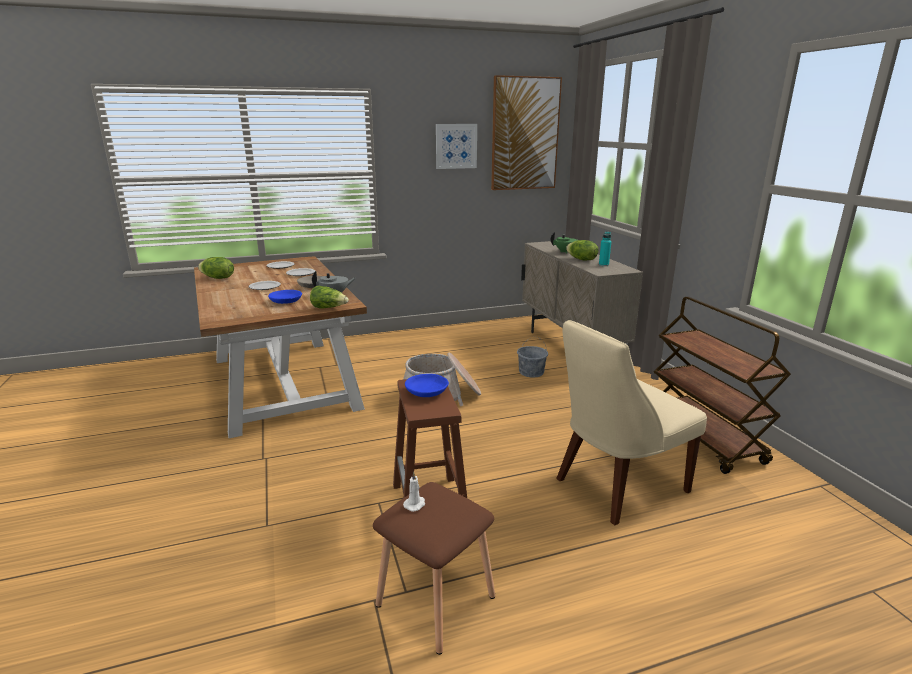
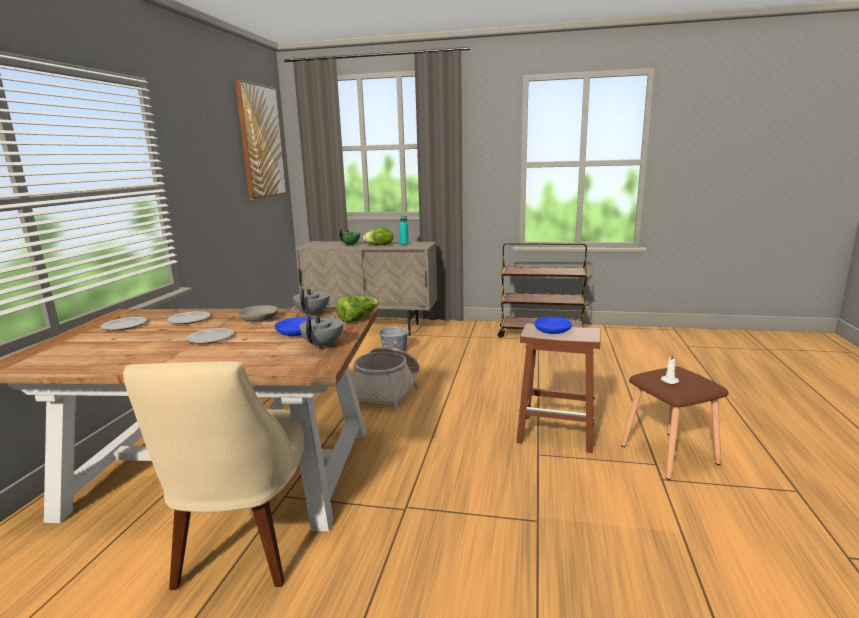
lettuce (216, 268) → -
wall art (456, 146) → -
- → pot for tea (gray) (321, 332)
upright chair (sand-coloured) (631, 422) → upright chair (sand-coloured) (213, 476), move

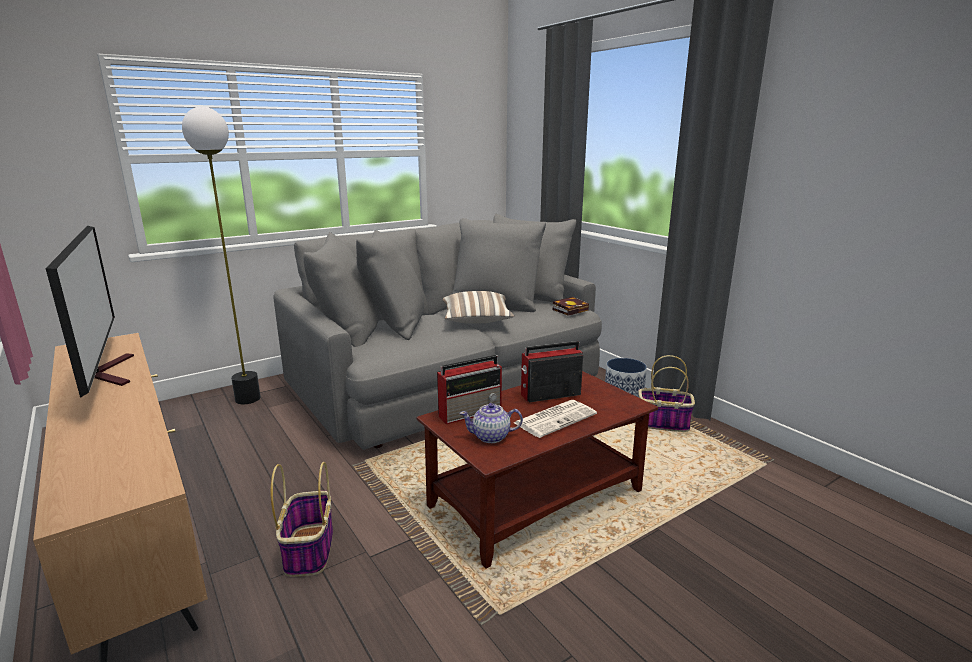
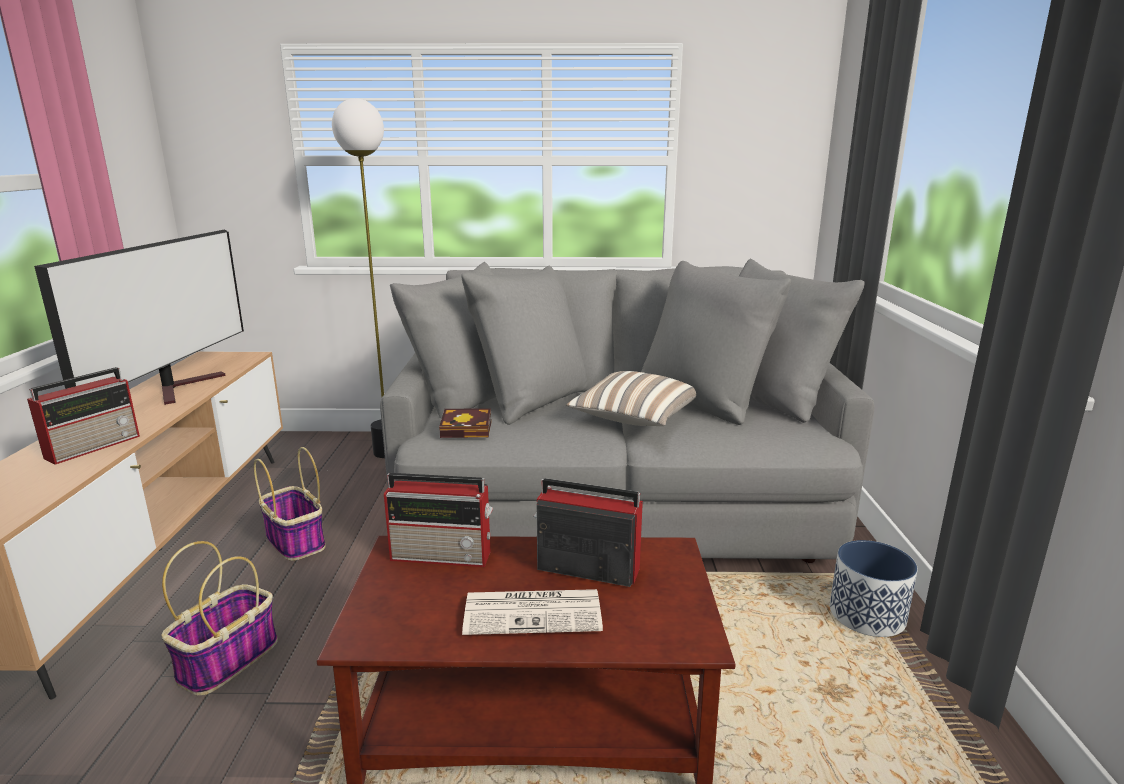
pot for tea (491, 423) → -
- → radio receiver (83, 416)
book (570, 306) → book (465, 423), move
household basket (666, 393) → household basket (290, 504), move

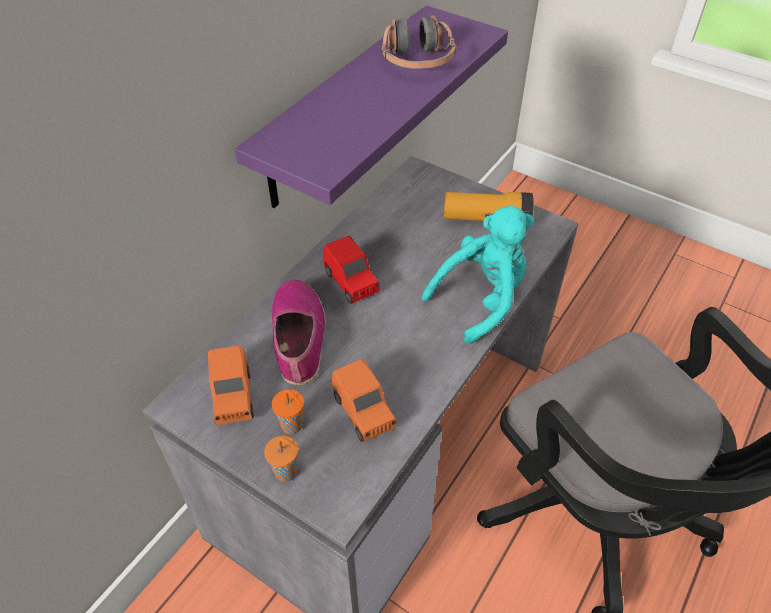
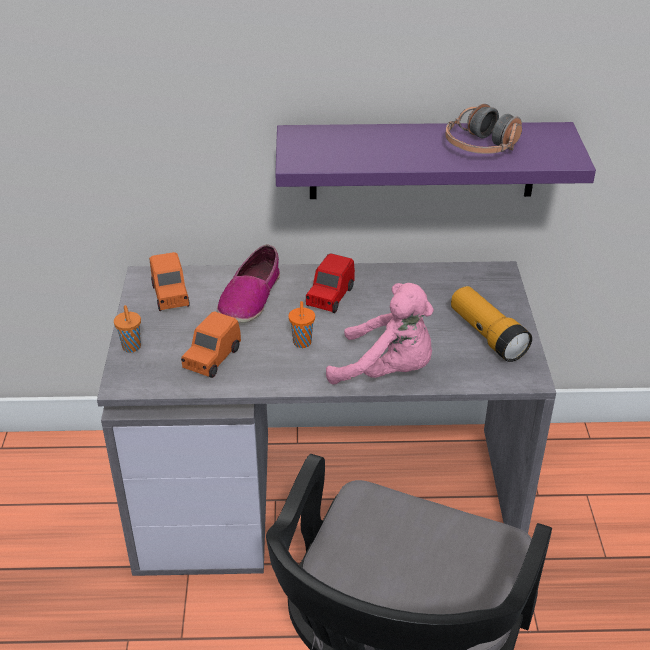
drinking cup (orange-coloured) (288, 411) → drinking cup (orange-coloured) (302, 324), move
soft toy (turquoise) (478, 275) → soft toy (pink-coloured) (380, 334)
toy car (orange-coloured) (231, 385) → toy car (orange-coloured) (169, 281), 60 degrees counterclockwise
item of footwear (298, 332) → item of footwear (248, 284), 150 degrees clockwise

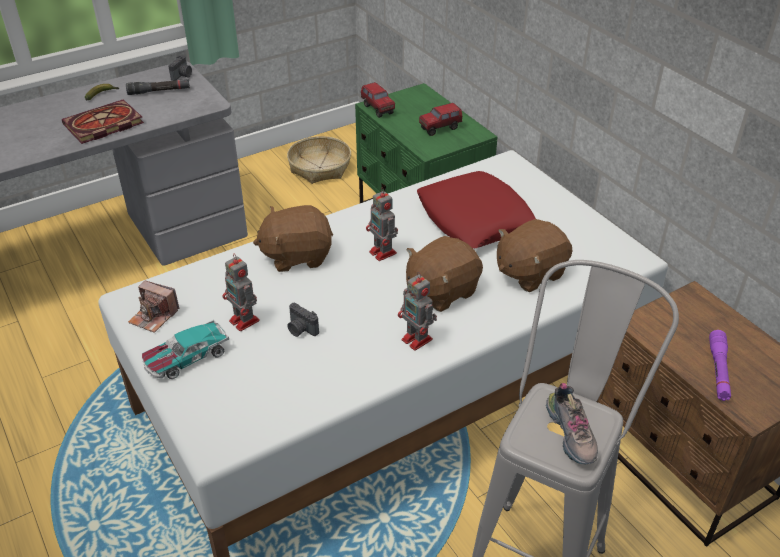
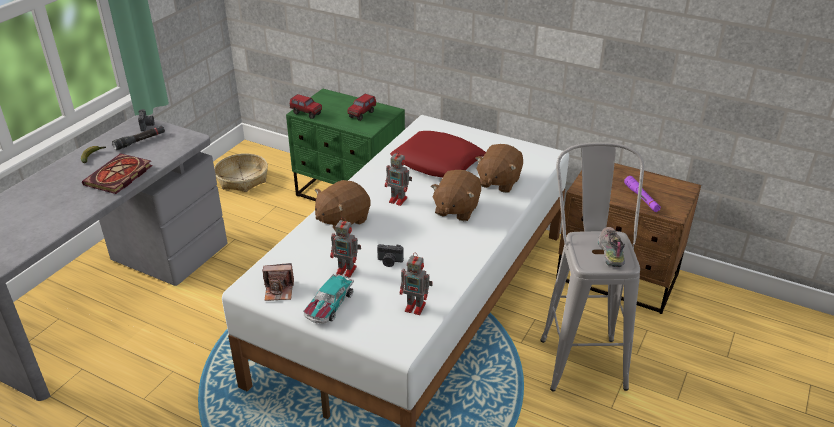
robot figure (417, 311) → robot figure (416, 283), move
item of footwear (572, 423) → item of footwear (611, 247), 135 degrees counterclockwise

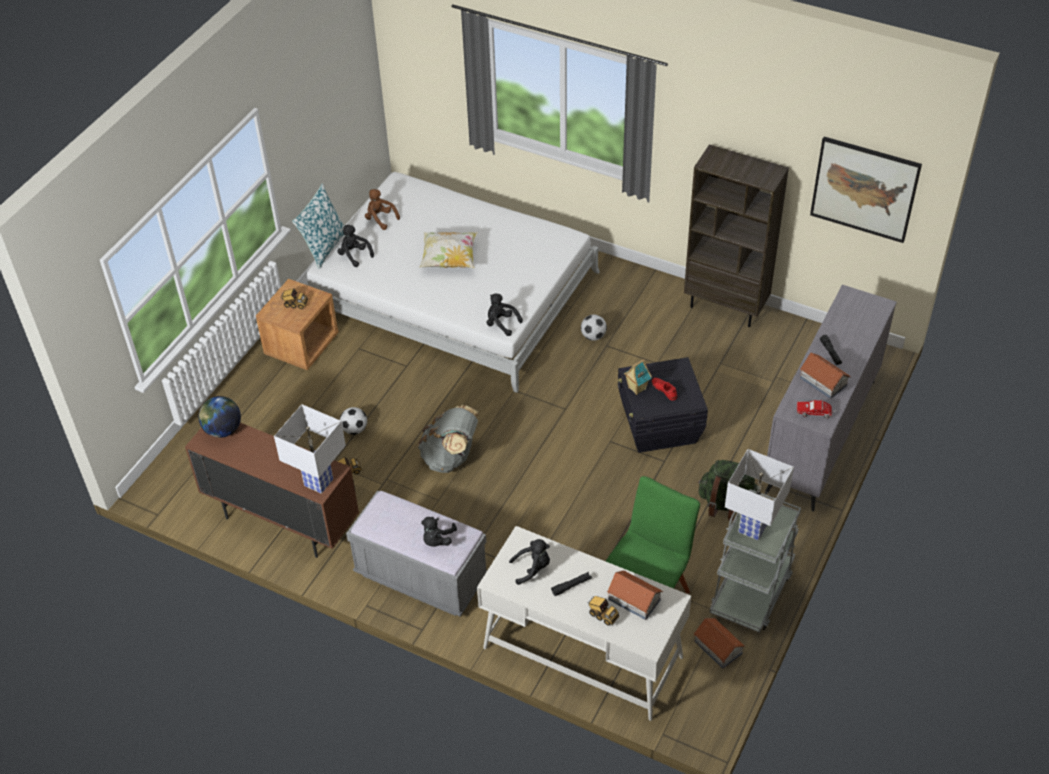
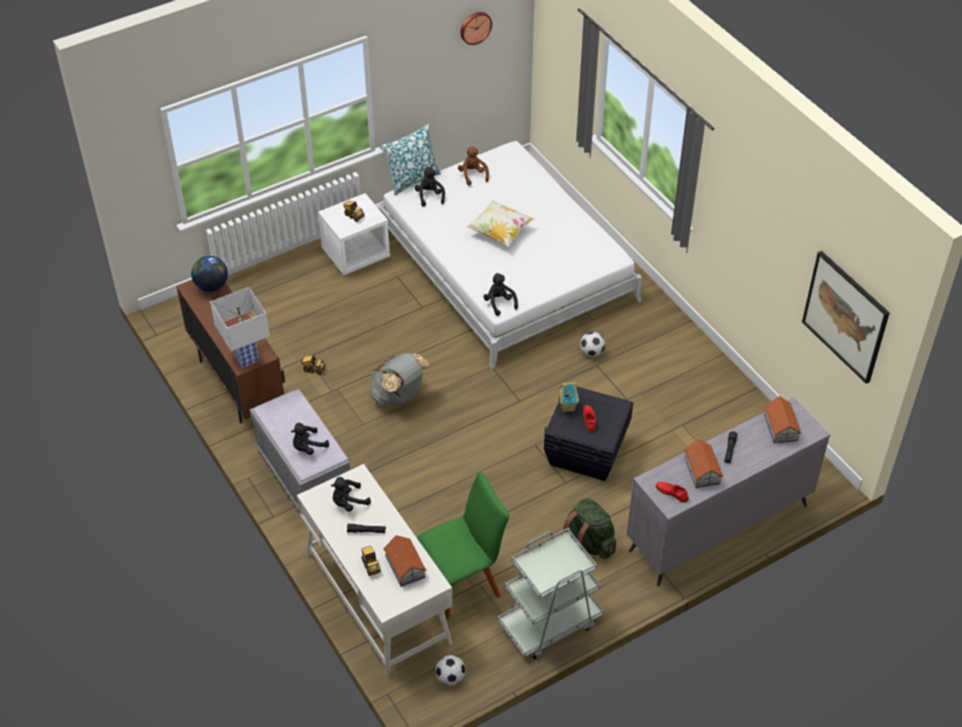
shelving unit (brownish) (736, 235) → -
lamp for a table (whitish) (759, 494) → -
- → hanging clock (476, 28)
football ball (353, 421) → football ball (451, 670), move
miniature house (719, 643) → miniature house (782, 420), move
model truck (816, 409) → item of footwear (reddish) (672, 492)
nightstand (brownish) (297, 324) → nightstand (whitish) (354, 234)
soft toy (blackish) (529, 562) → soft toy (blackish) (351, 494), 135 degrees clockwise

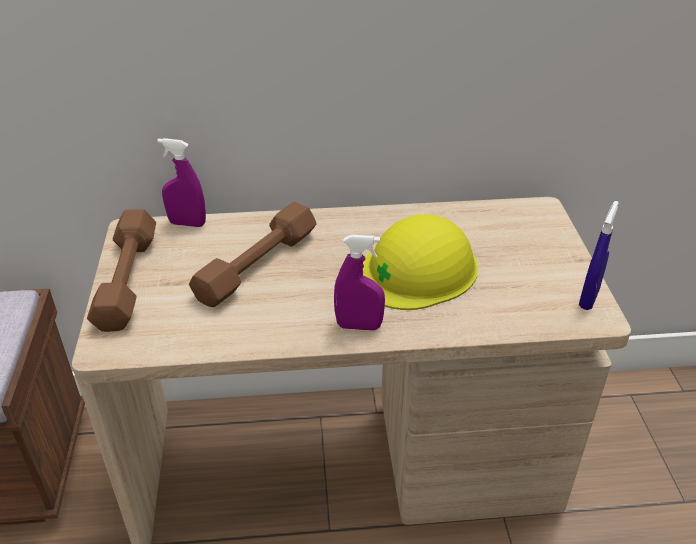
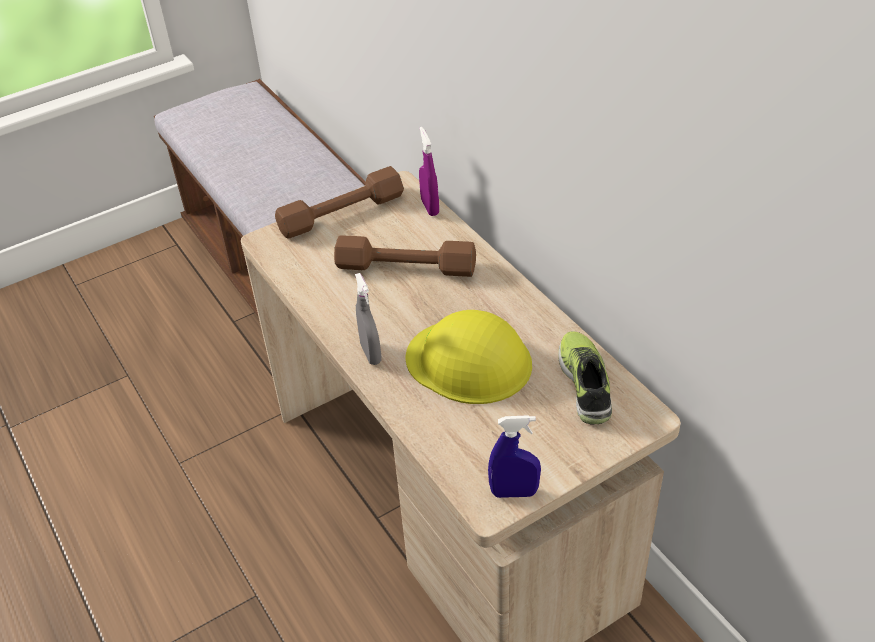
- → item of footwear (585, 378)
sprayer (purple-coloured) (359, 283) → sprayer (gray) (368, 319)

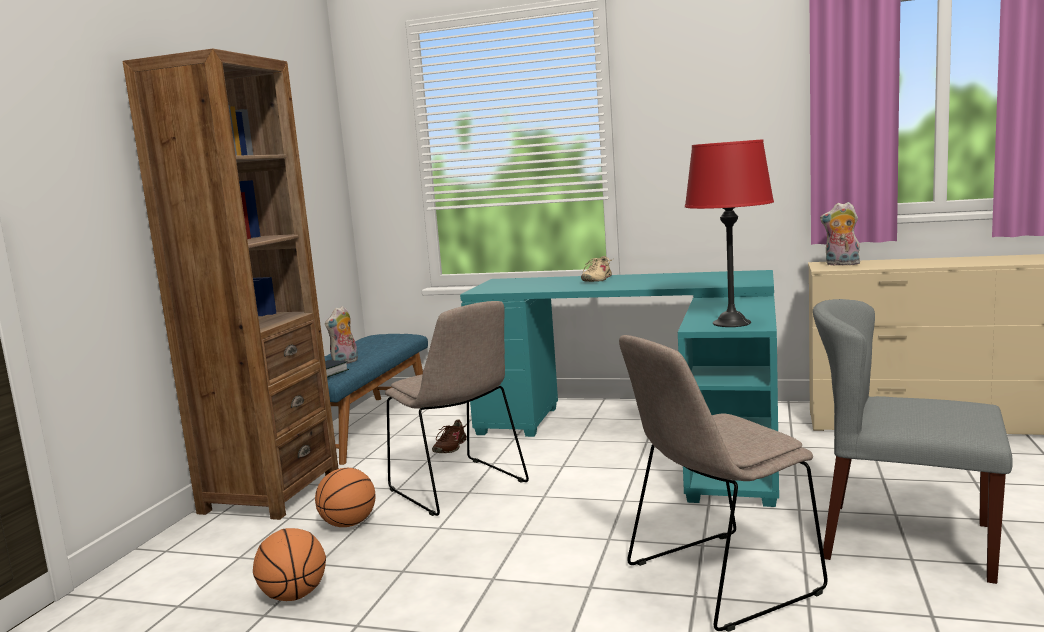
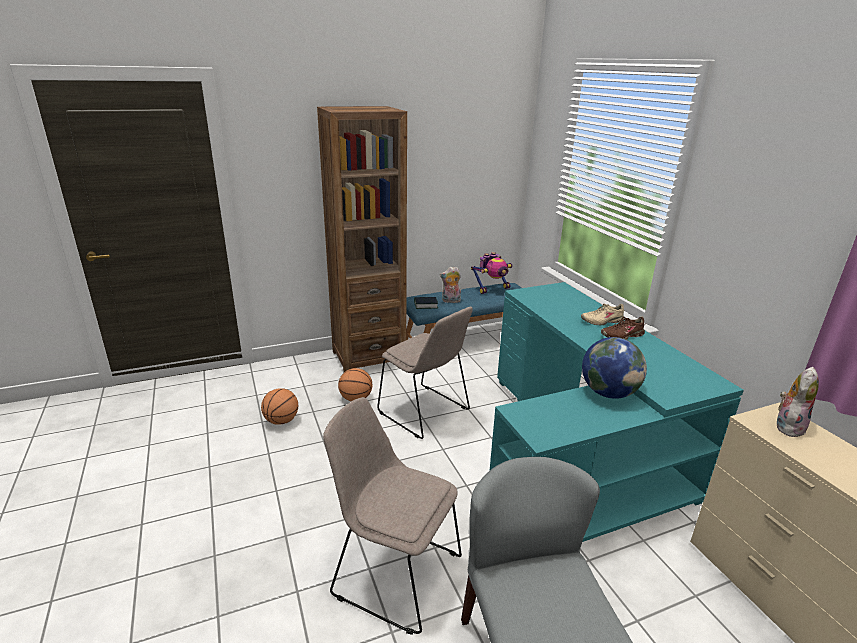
lamp for a table (reddish) (729, 233) → -
- → robot figure (491, 273)
- → desk globe (614, 368)
item of footwear (brownish) (449, 436) → item of footwear (brownish) (623, 328), move
upright chair (sand-coloured) (457, 408) → upright chair (sand-coloured) (425, 372), 60 degrees counterclockwise
soft toy (840, 234) → soft toy (797, 402), 60 degrees clockwise

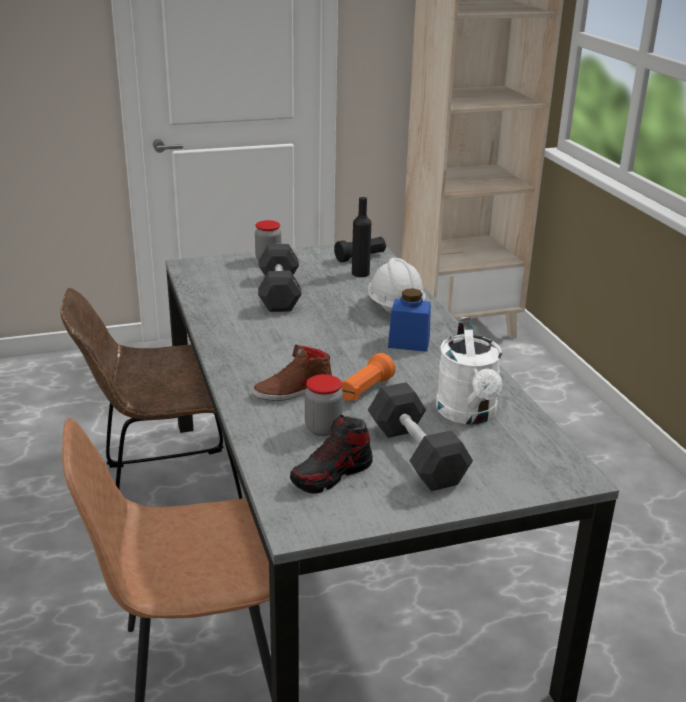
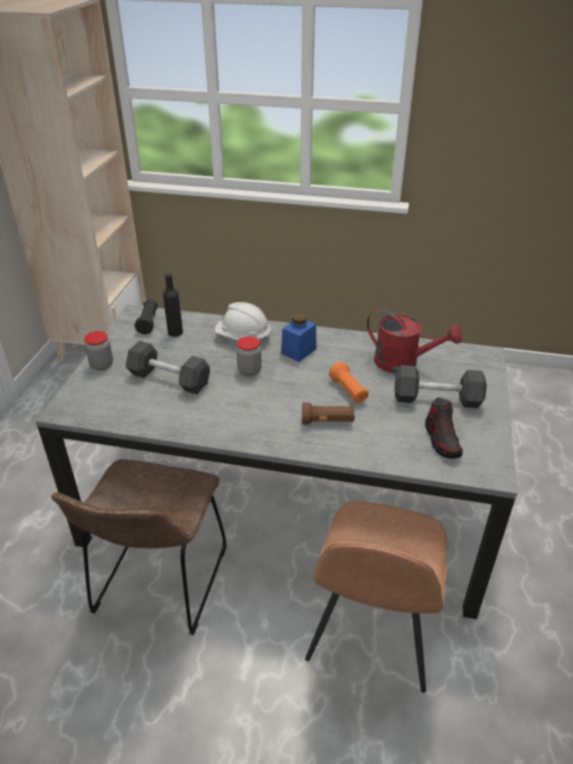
jar (324, 405) → jar (249, 356), move
item of footwear (brownish) (292, 372) → torch (brownish) (328, 413)
watering pot (whitish) (469, 370) → watering pot (reddish) (414, 340)

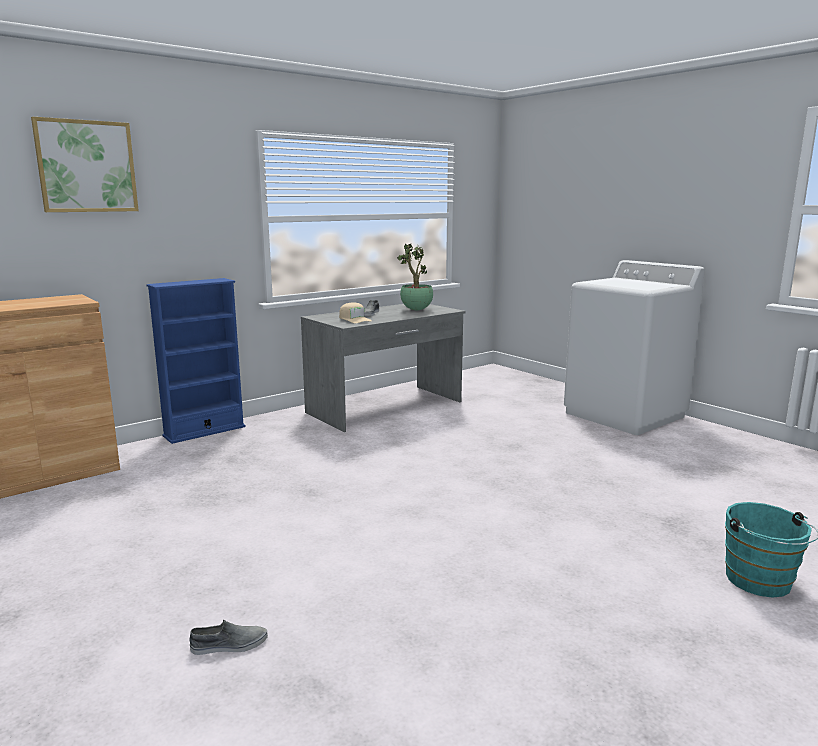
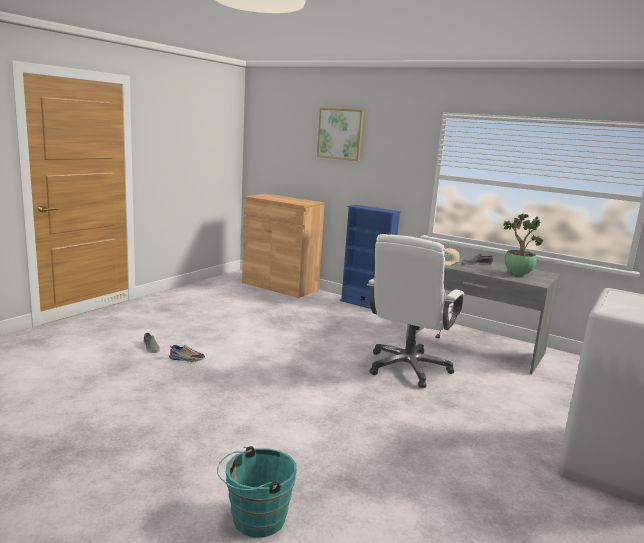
- → item of footwear (187, 354)
- → office chair (whitish) (415, 311)

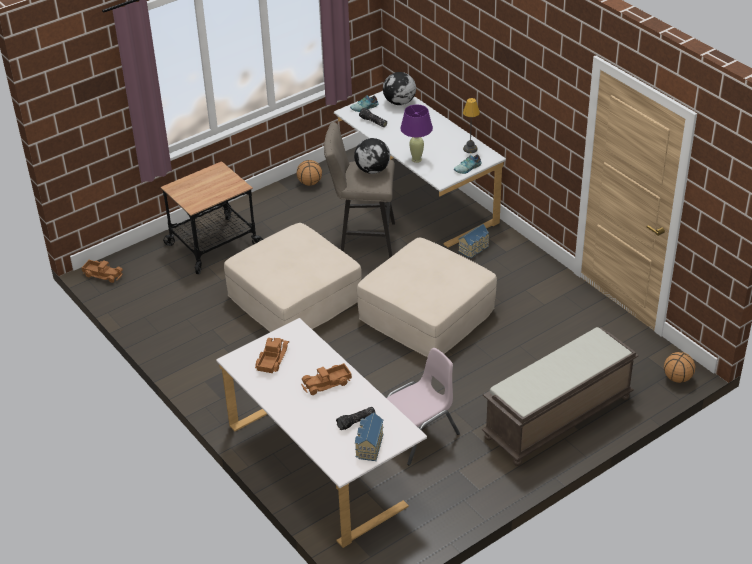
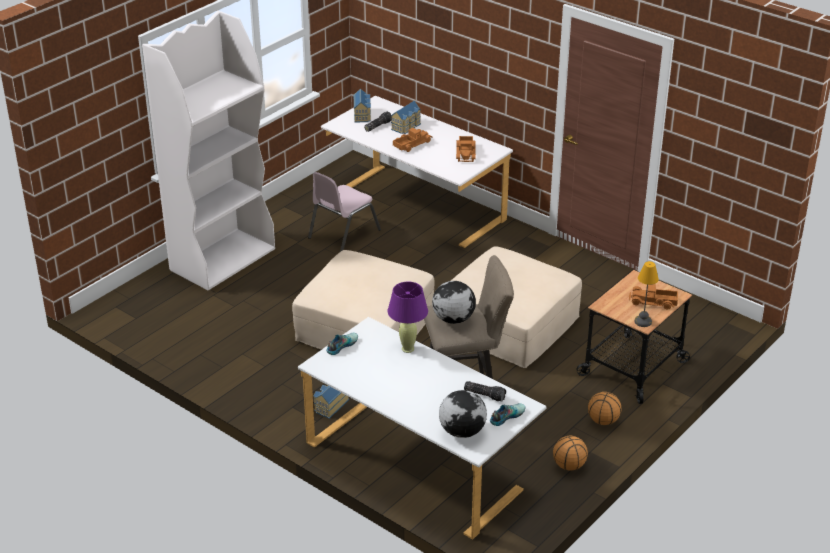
- → miniature house (406, 117)
model truck (102, 271) → model truck (653, 297), move
lamp for a table (471, 125) → lamp for a table (647, 294), move
basketball (679, 367) → basketball (604, 408), move
bench (brownish) (559, 396) → shelving unit (whitish) (208, 150)

